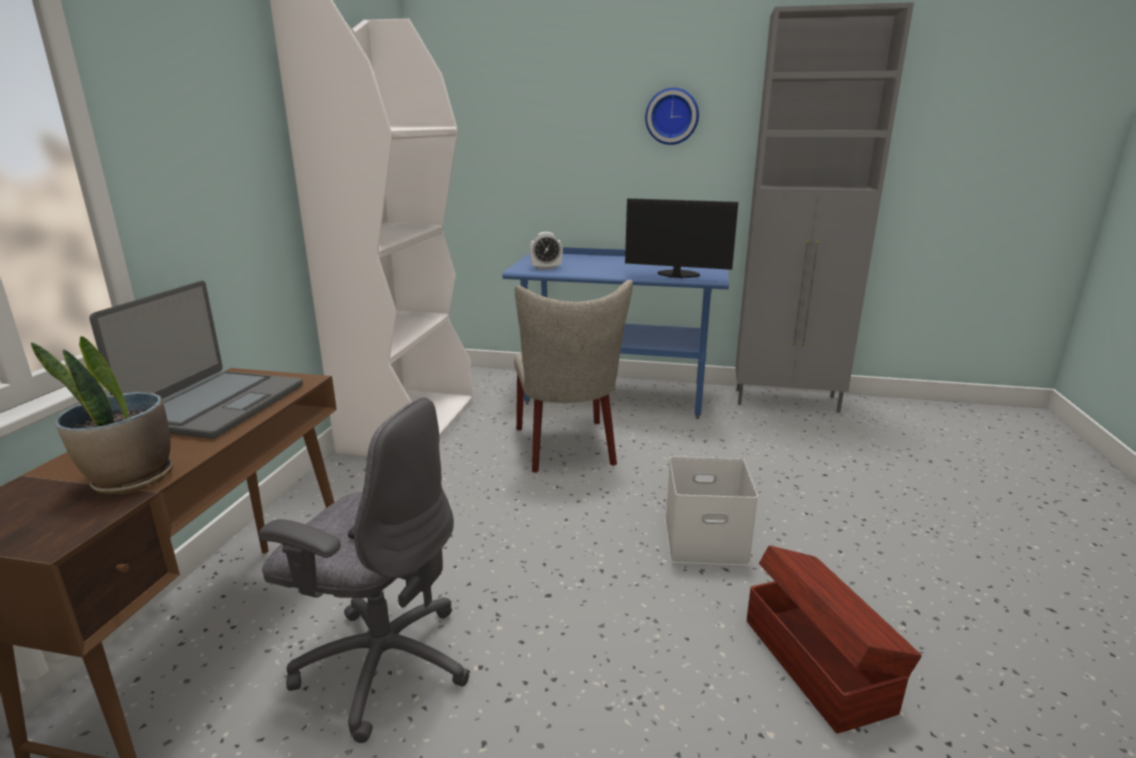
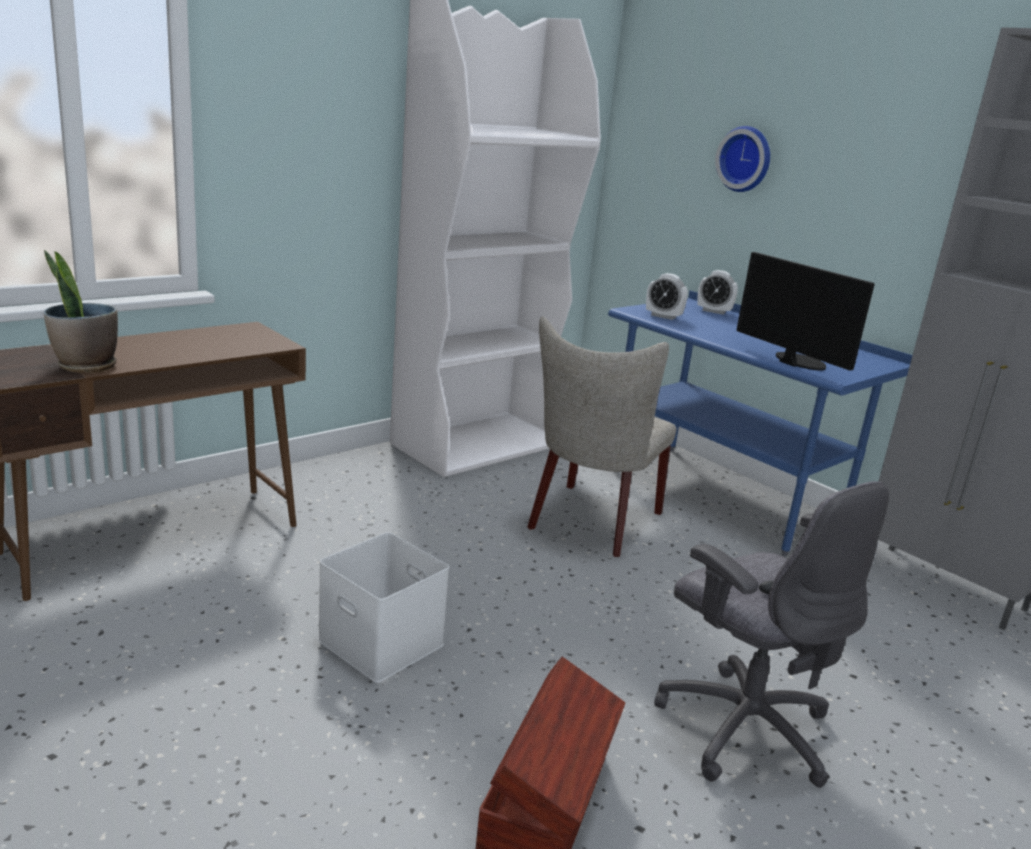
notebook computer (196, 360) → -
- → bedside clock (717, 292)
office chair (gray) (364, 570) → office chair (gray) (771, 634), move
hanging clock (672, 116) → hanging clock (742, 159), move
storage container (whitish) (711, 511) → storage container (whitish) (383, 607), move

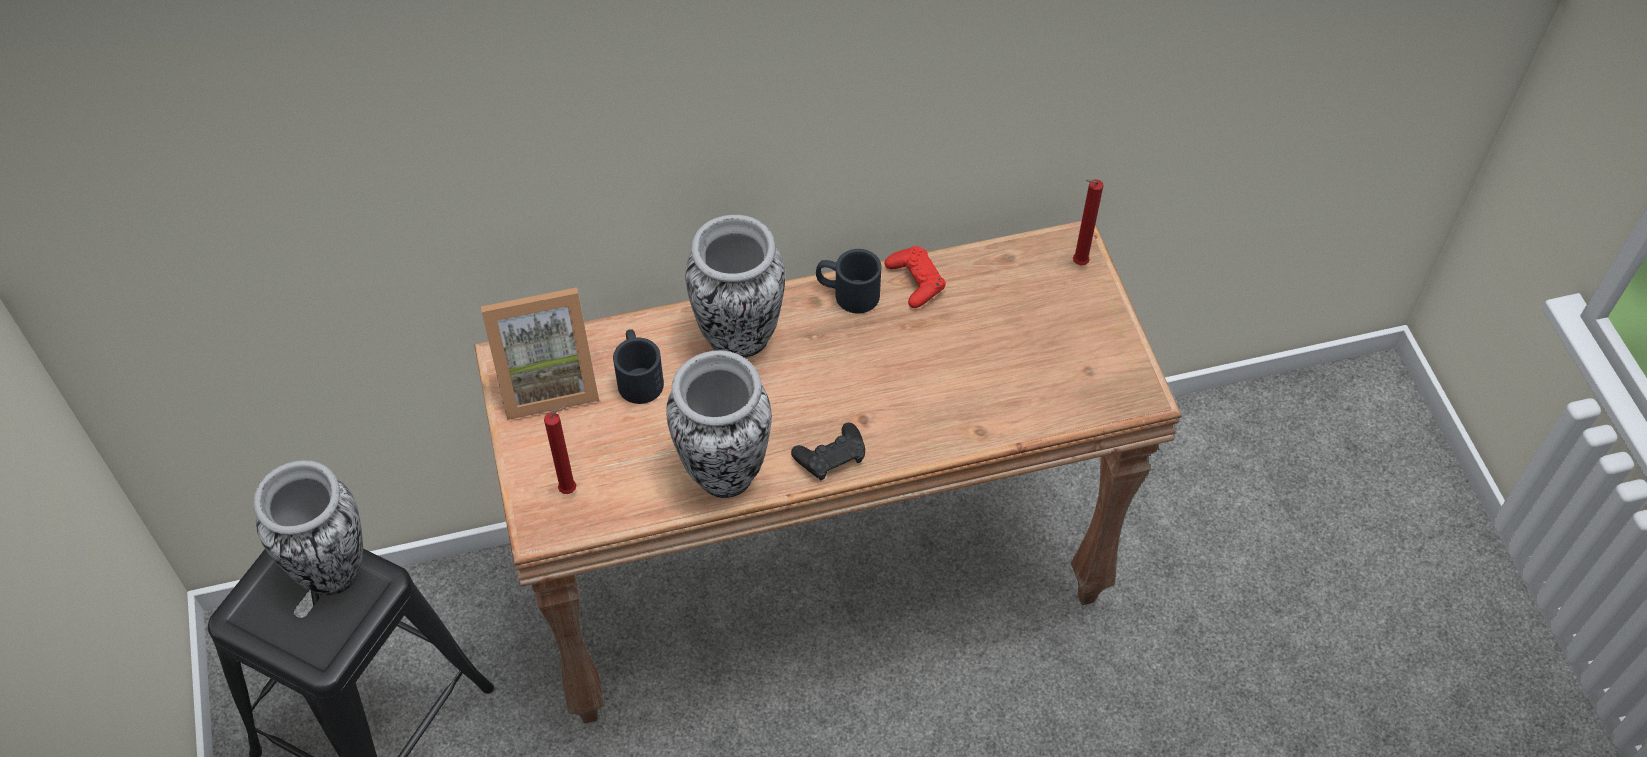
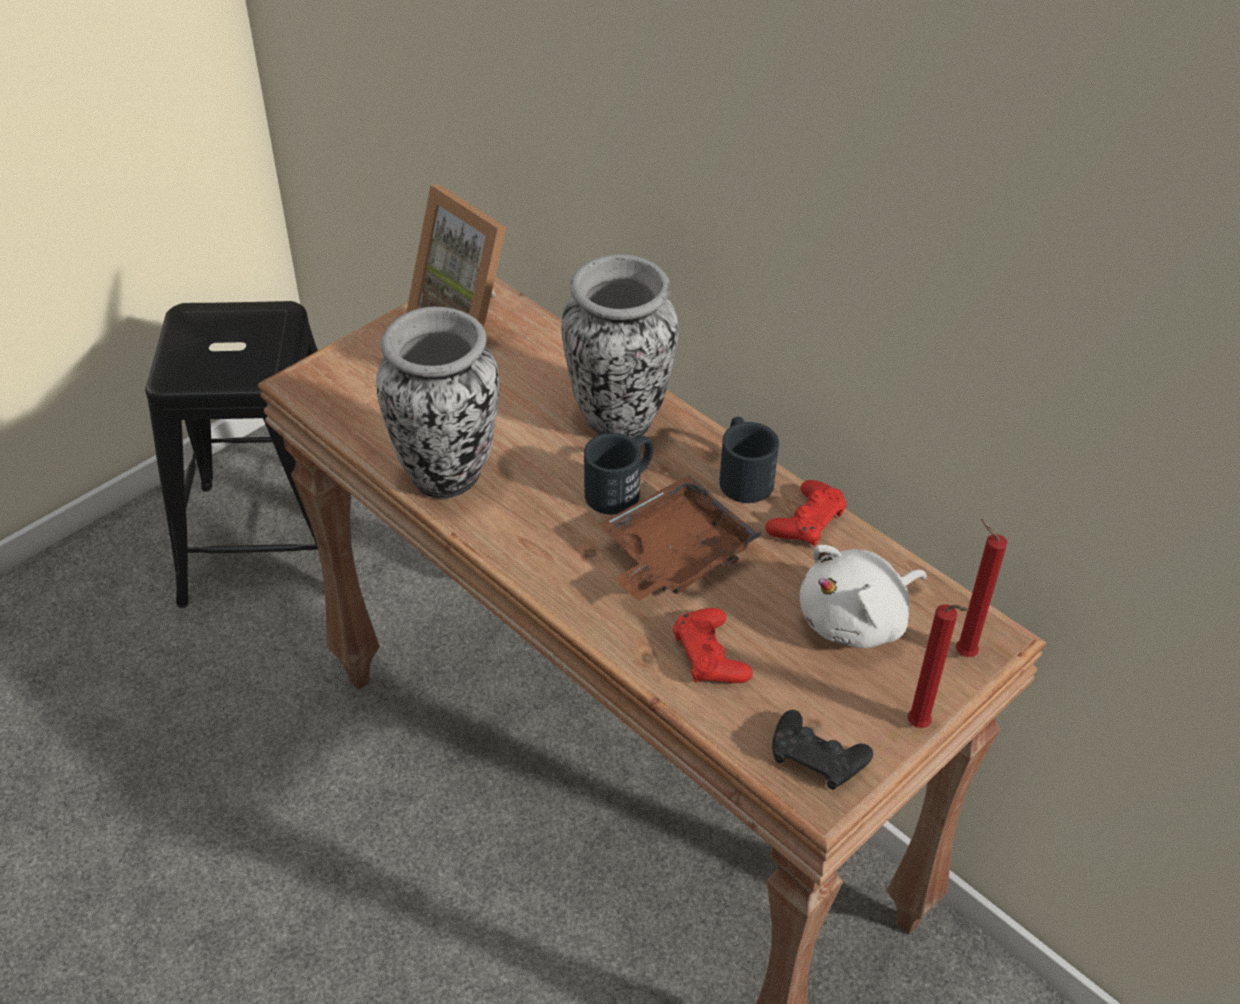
vase (308, 528) → -
- → carrying tray (brownish) (680, 538)
- → game controller (reddish) (713, 645)
- → soft toy (whitish) (863, 596)
wax light (reddish) (560, 450) → wax light (reddish) (938, 666), move
mug (blackish) (638, 366) → mug (blackish) (618, 474), move
game controller (blackish) (828, 451) → game controller (blackish) (822, 750), move

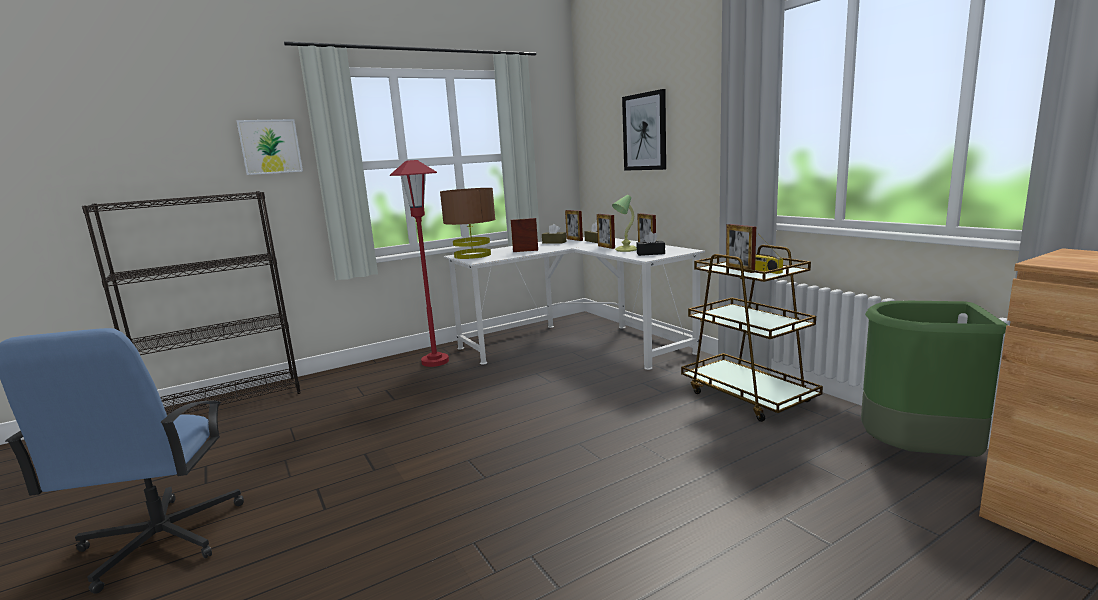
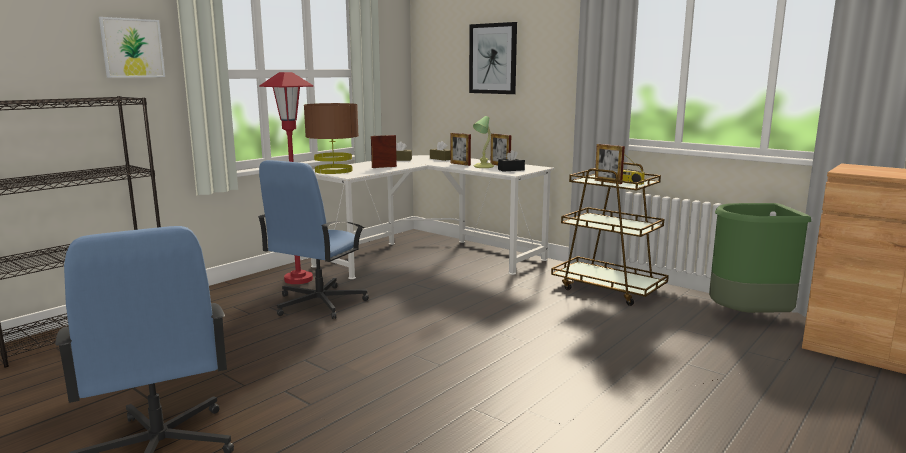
photo frame (574, 225) → -
- → office chair (blue-coloured) (313, 239)

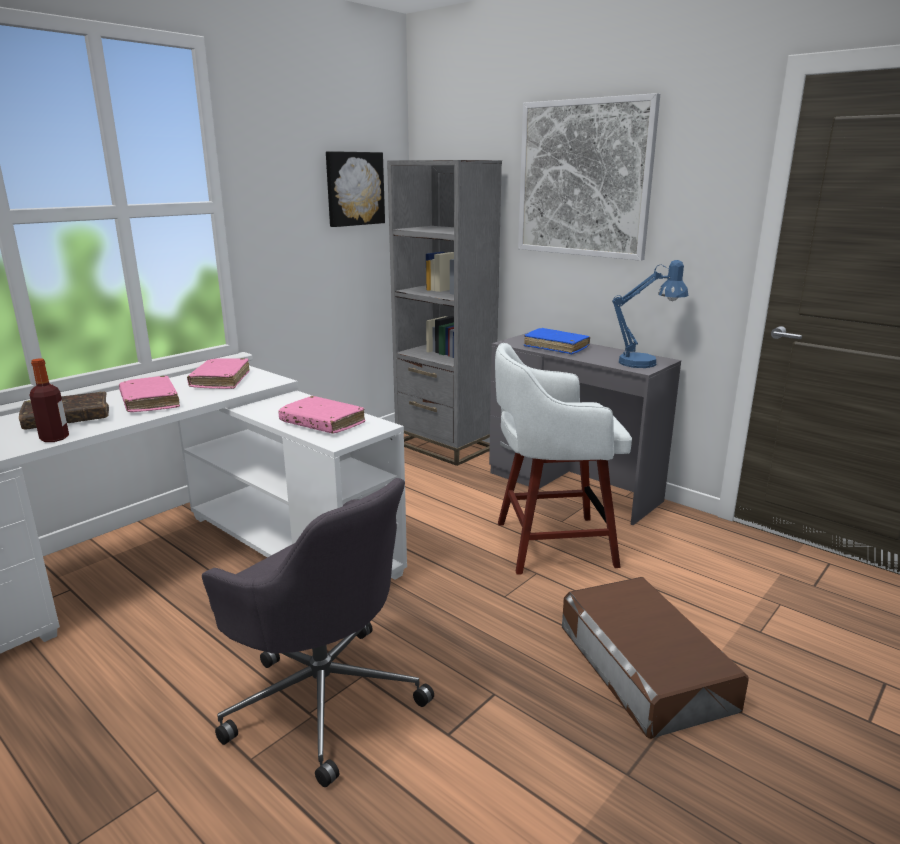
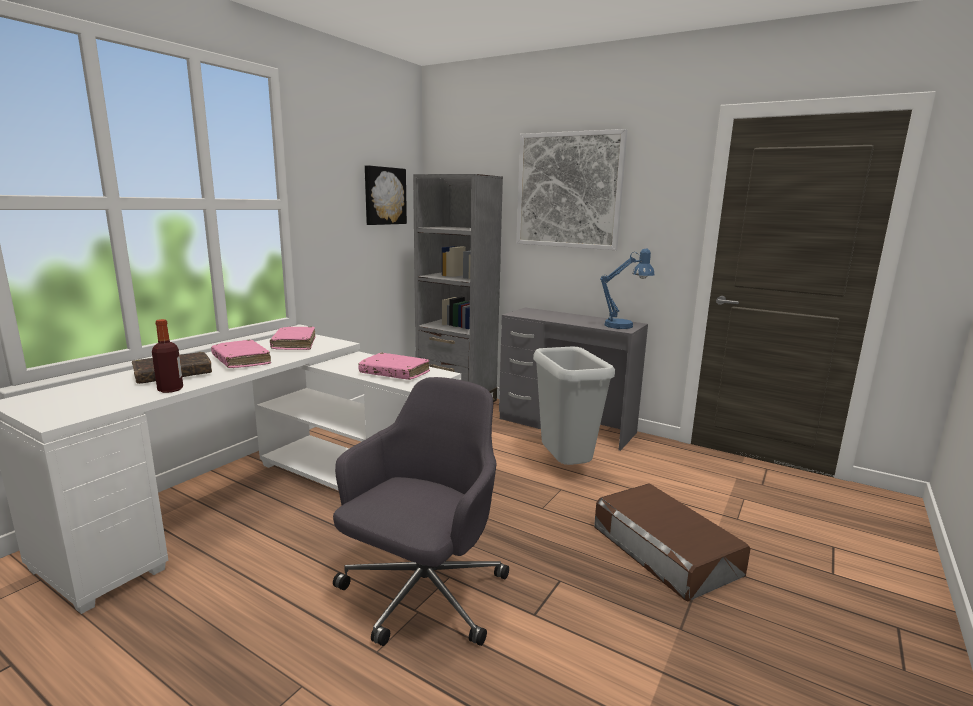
book (blue-coloured) (557, 341) → -
stool seat (whitish) (563, 459) → trash can (gray) (574, 406)
office chair (gray) (318, 632) → office chair (gray) (421, 511), 90 degrees counterclockwise

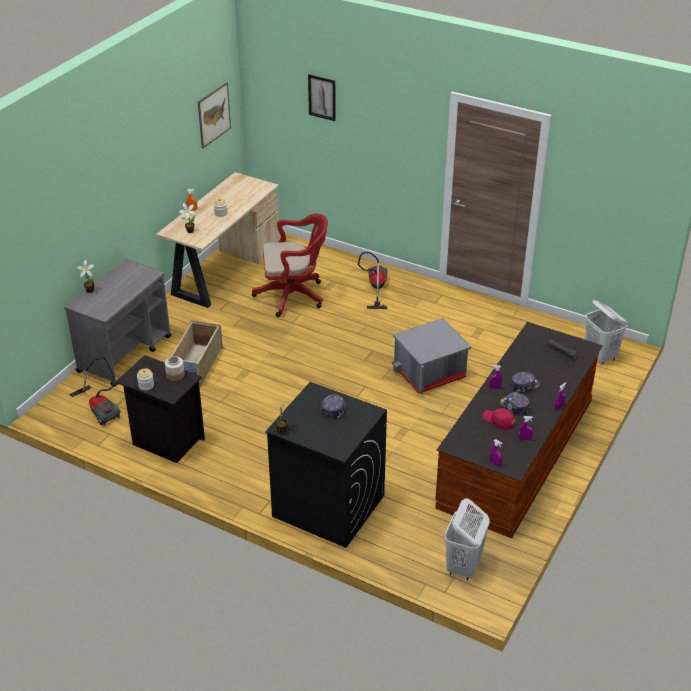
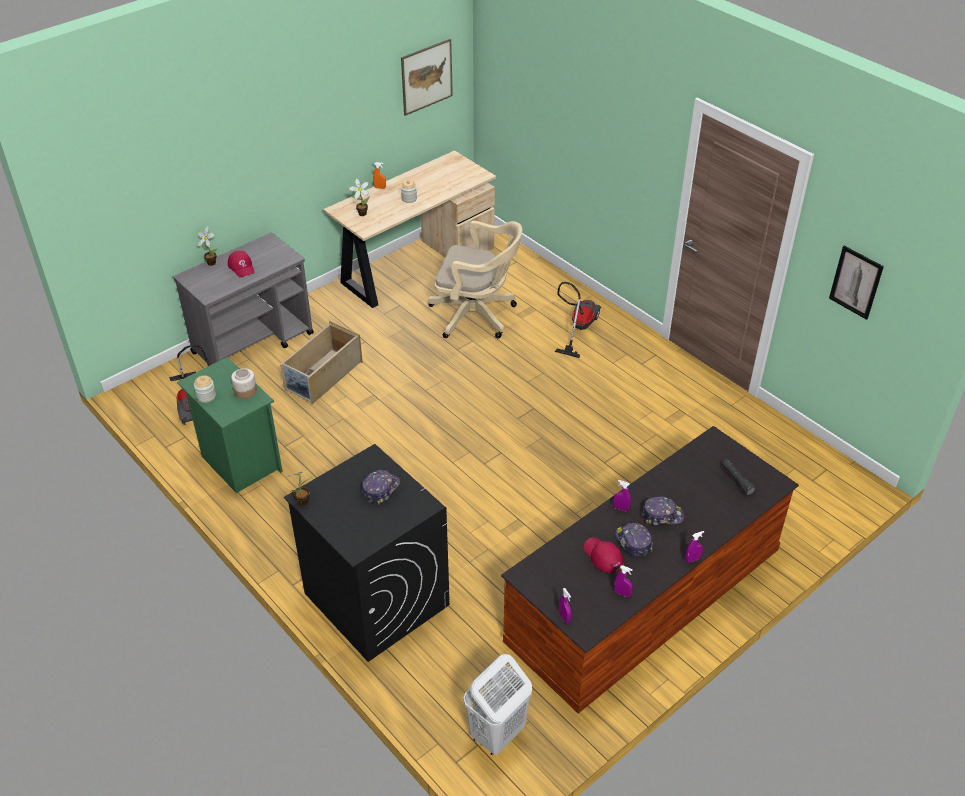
storage container (gray) (431, 356) → -
laundry basket (whitish) (606, 332) → -
- → peaked cap (reddish) (241, 264)
wall art (322, 97) → wall art (856, 283), move
nightstand (blackish) (160, 409) → nightstand (green) (230, 425)
office chair (reddish) (290, 265) → office chair (sand-coloured) (474, 280)

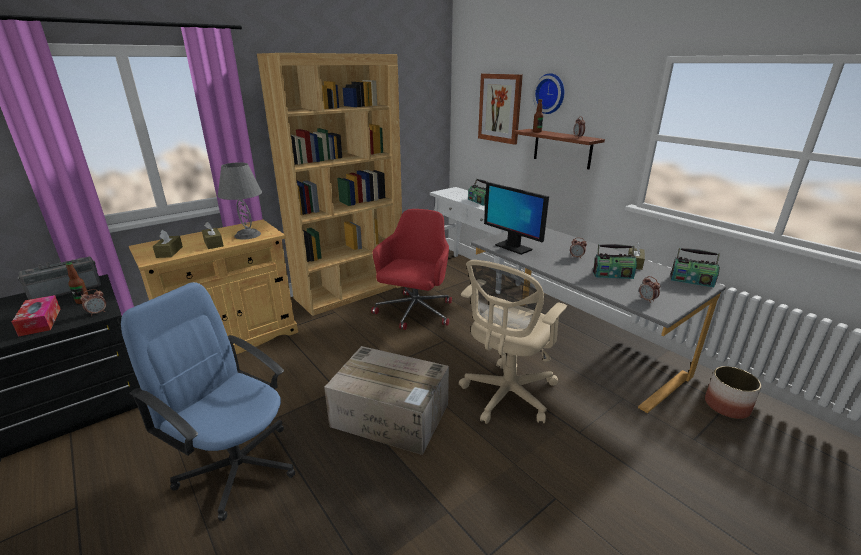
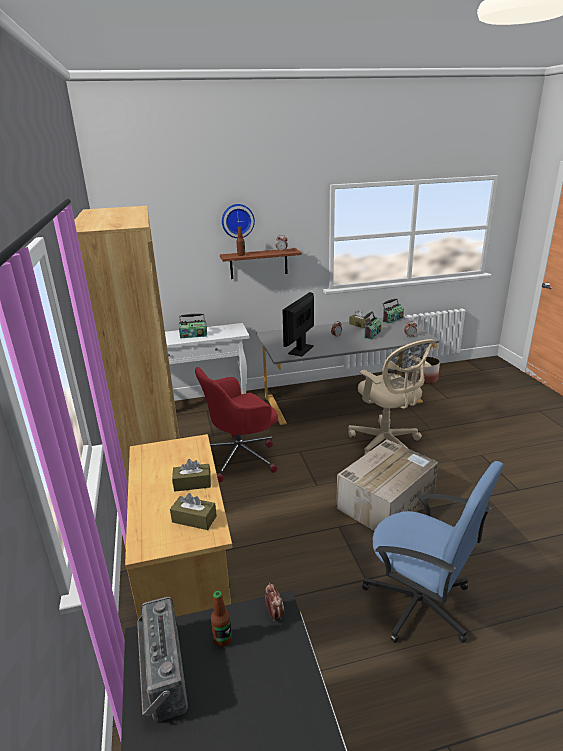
tissue box (36, 316) → -
lamp for a table (gray) (240, 201) → -
wall art (500, 109) → -
office chair (blue-coloured) (208, 401) → office chair (blue-coloured) (432, 552), 105 degrees counterclockwise
office chair (reddish) (411, 269) → office chair (reddish) (236, 424), 75 degrees counterclockwise
monitor (516, 218) → monitor (298, 324), 135 degrees clockwise

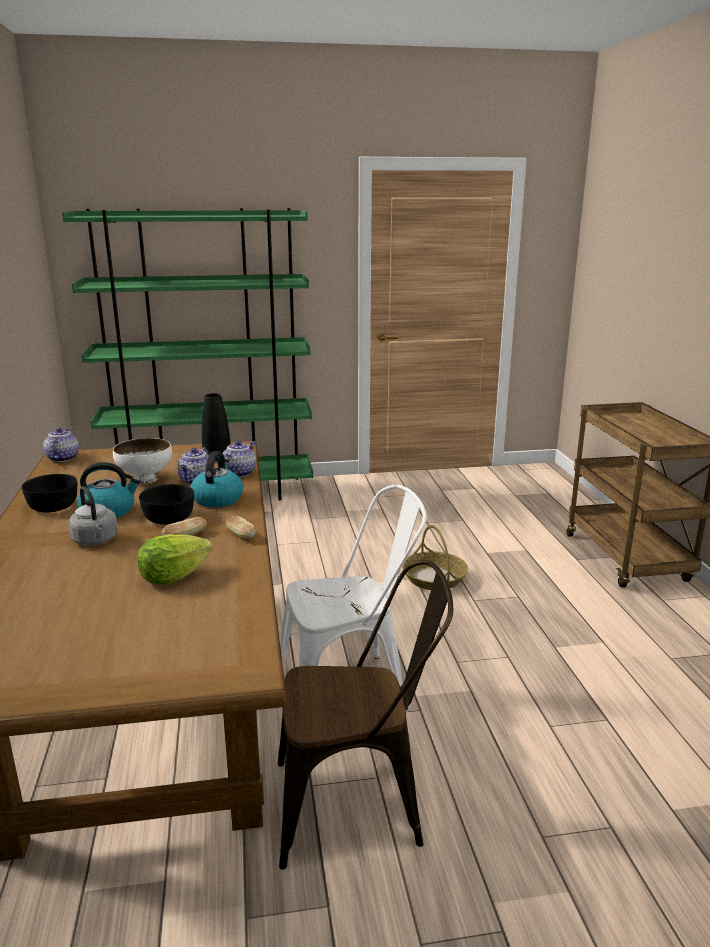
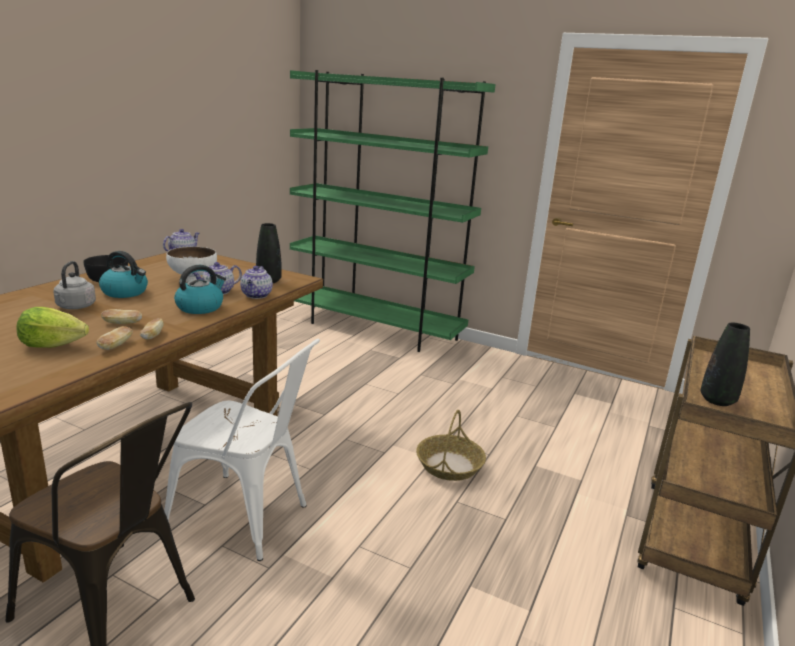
bowl (blackish) (166, 504) → -
- → baked bread (115, 338)
- → vase (blackish) (725, 364)
pot for tea (239, 459) → pot for tea (256, 282), 120 degrees clockwise

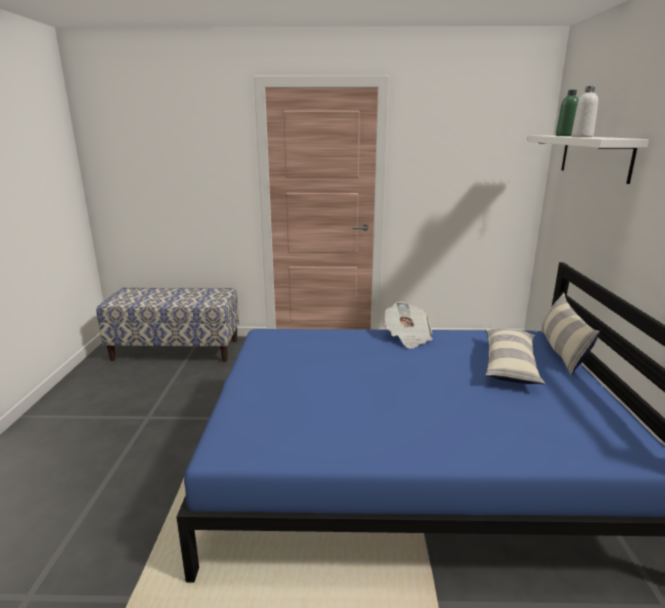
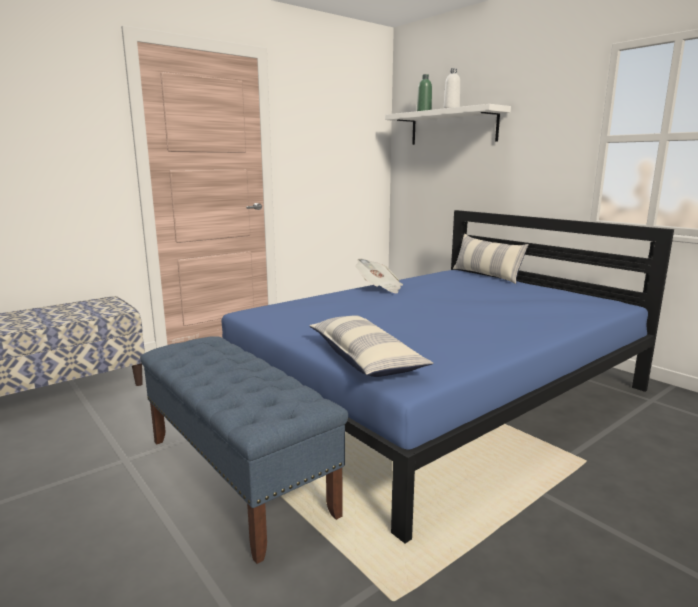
- → bench (blue-coloured) (244, 450)
throw pillow (515, 356) → throw pillow (371, 346), move

